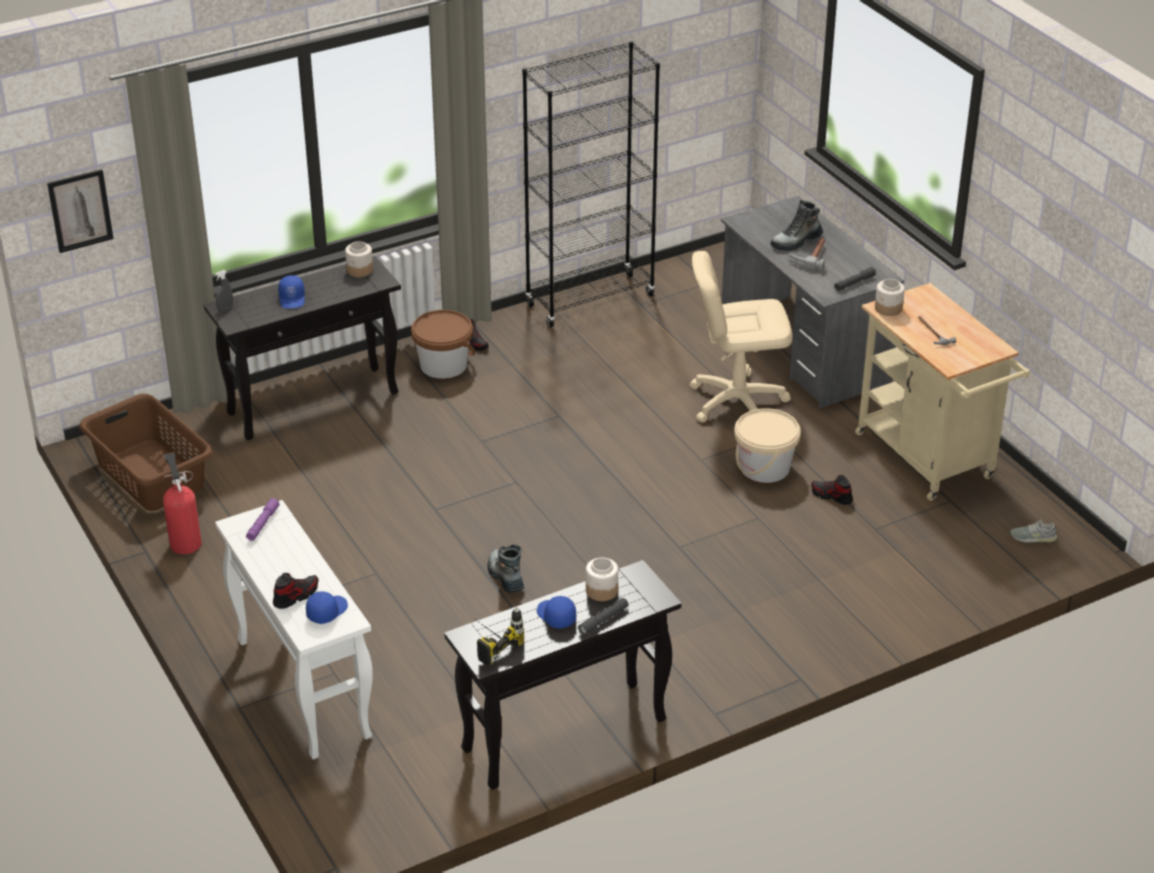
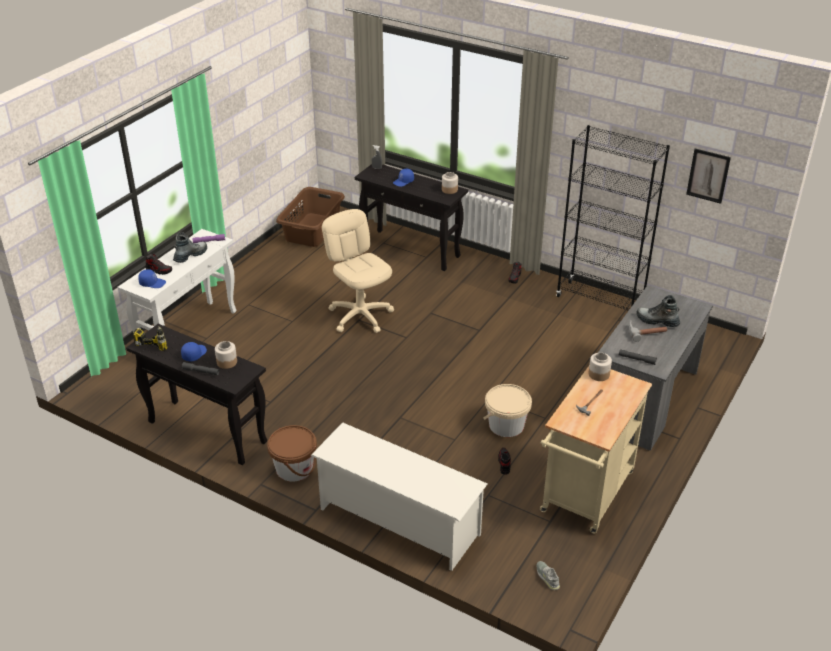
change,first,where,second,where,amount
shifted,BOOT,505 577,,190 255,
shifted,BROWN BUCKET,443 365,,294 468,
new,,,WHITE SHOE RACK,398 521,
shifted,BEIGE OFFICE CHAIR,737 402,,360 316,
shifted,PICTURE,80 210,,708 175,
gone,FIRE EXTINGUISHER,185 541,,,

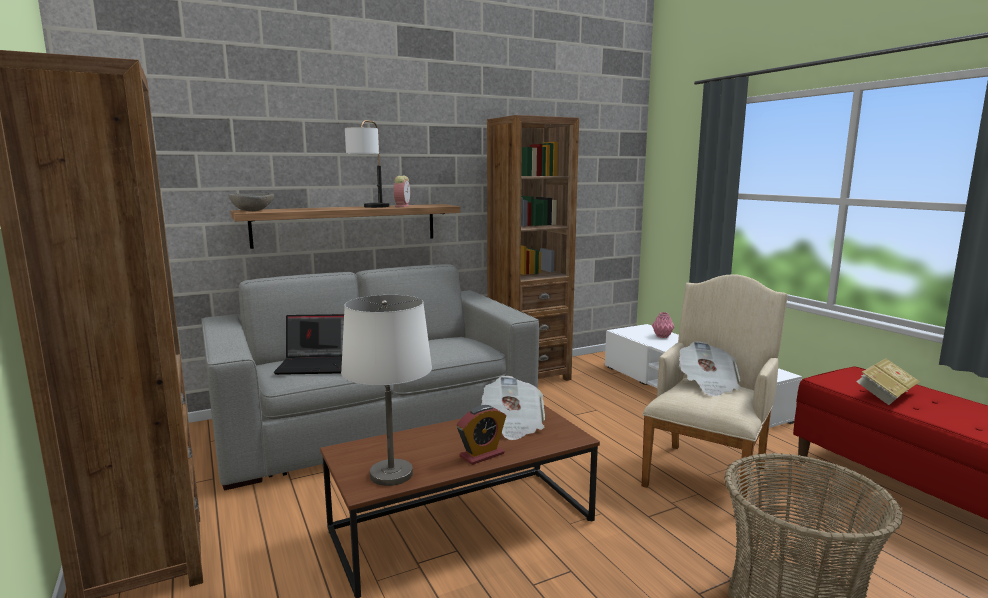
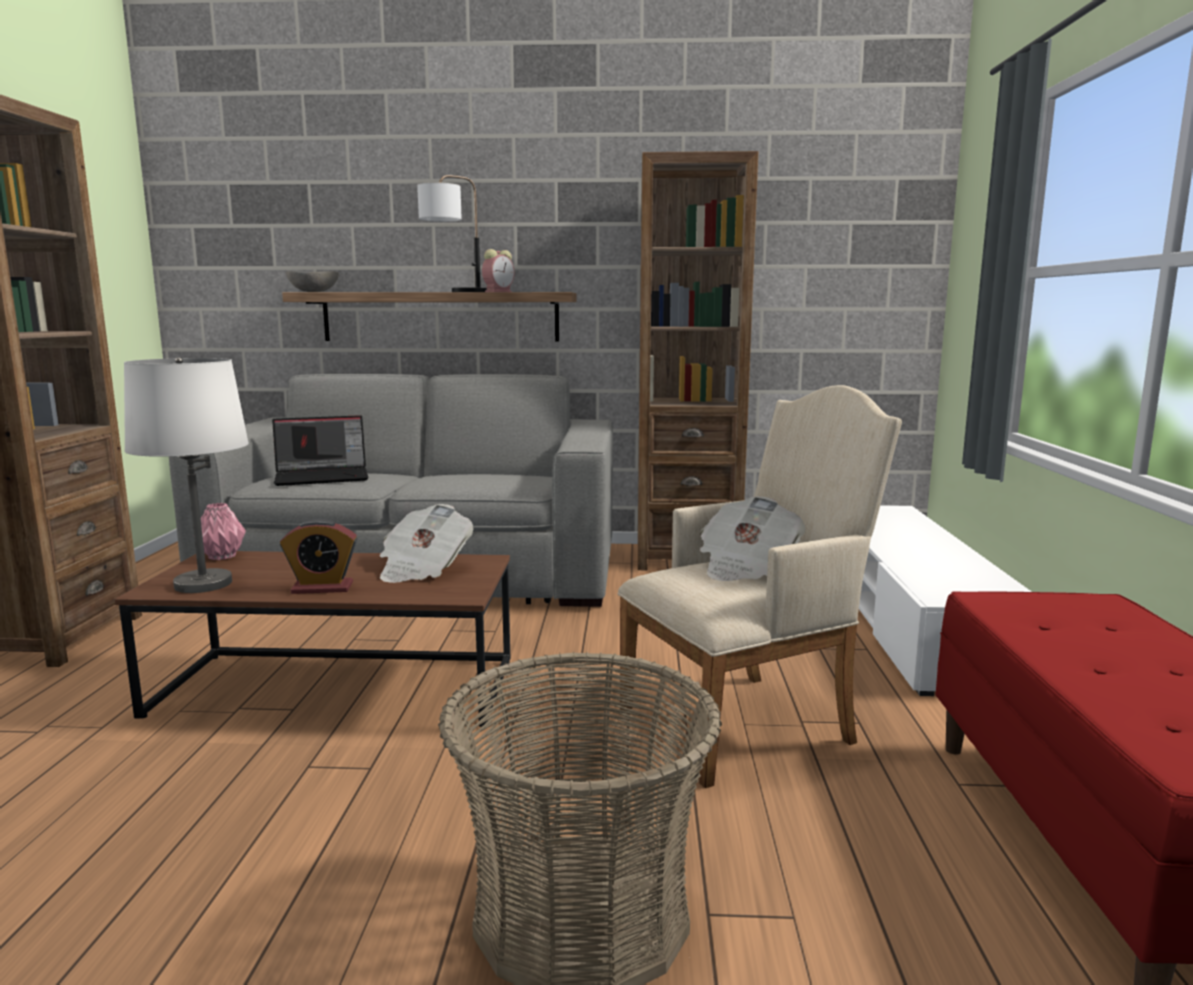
change,first,where,second,where,amount
shifted,PINK VASE,662 336,,222 556,
rotated,LAPTOP,319 365,,323 477,45 degrees counterclockwise
gone,BOOK,885 395,,,

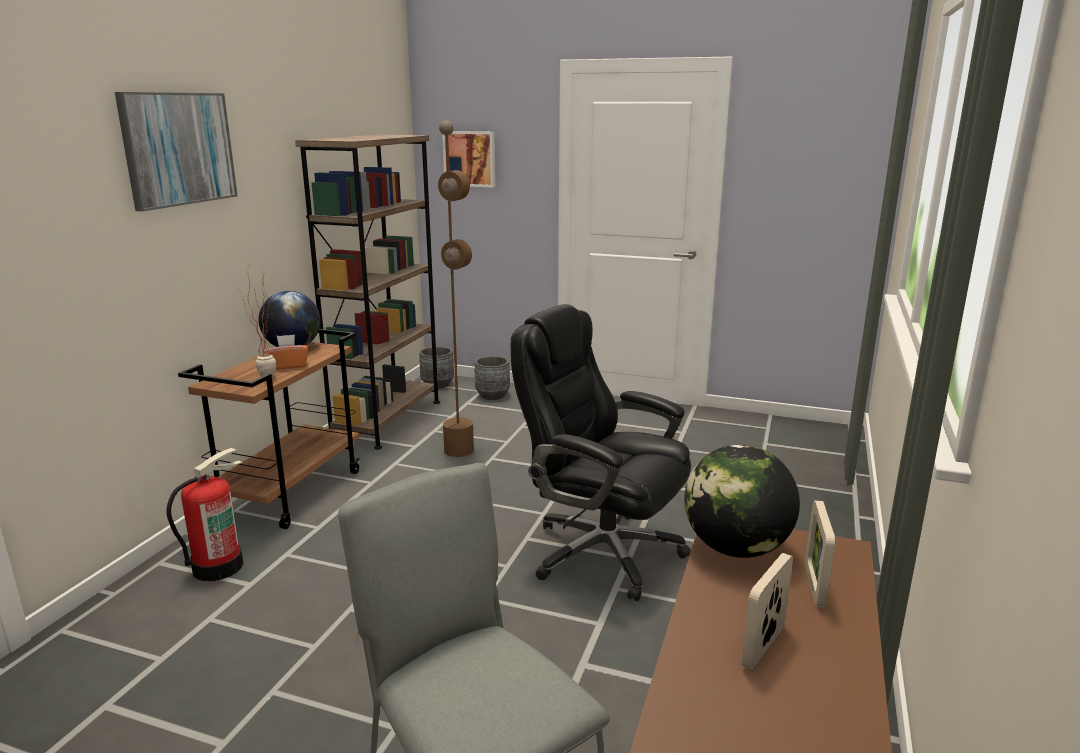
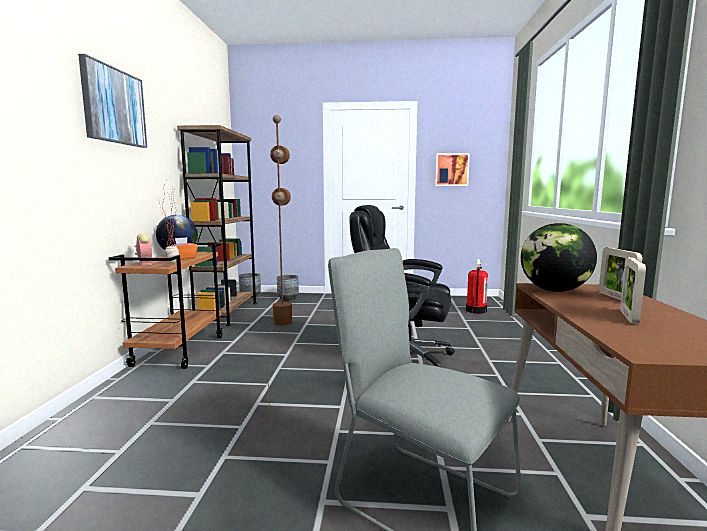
change,first,where,second,where,amount
new,,,ALARM CLOCK,144 263,
shifted,PICTURE,470 158,,451 169,
shifted,FIRE EXTINGUISHER,217 566,,475 310,

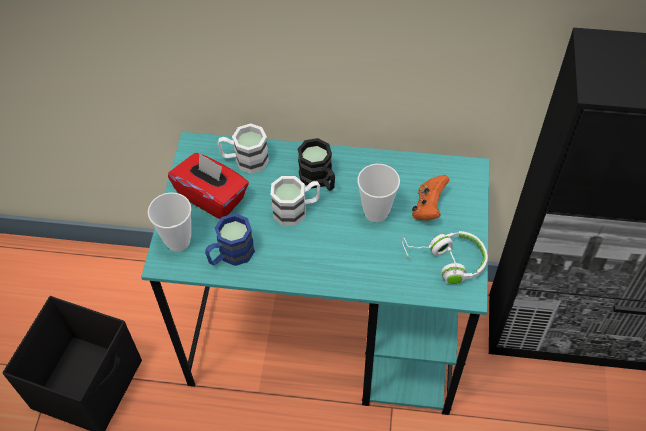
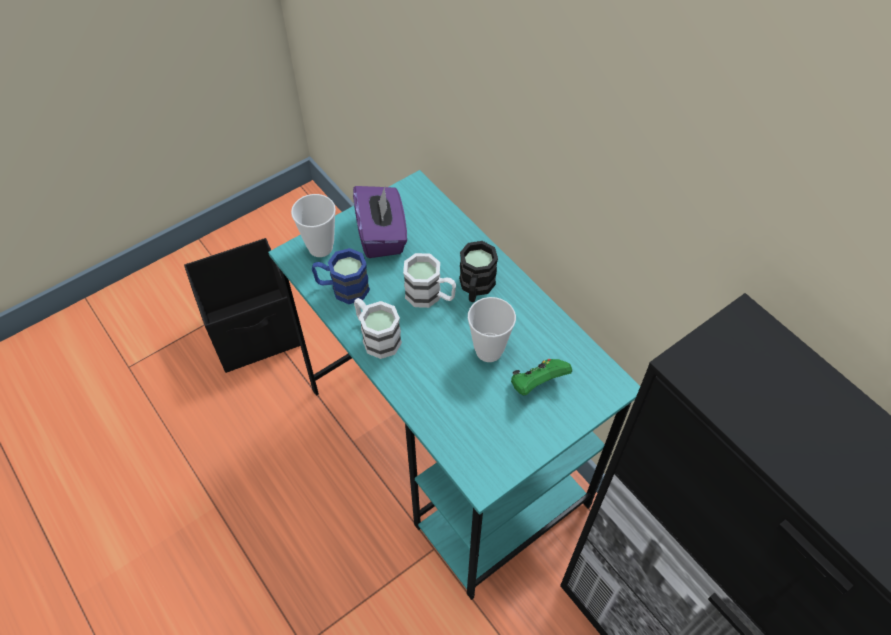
change,first,where,second,where,amount
repainted,RED TISSUE BOX,212 197,PURPLE TISSUE BOX,382 235,
shifted,WHITE MUG,244 160,,376 336,
repainted,ORANGE GAME CONTROLLER,428 207,GREEN GAME CONTROLLER,537 384,
gone,WHITE HEADPHONES,446 261,,,

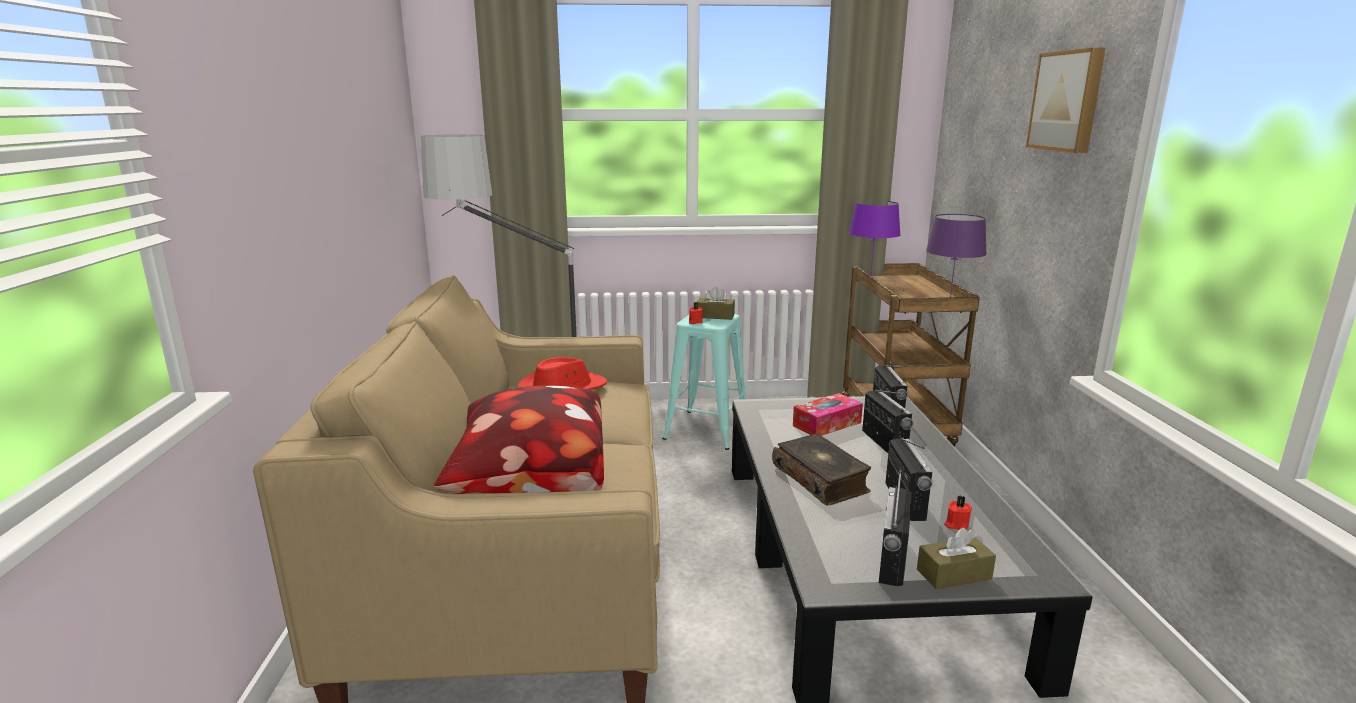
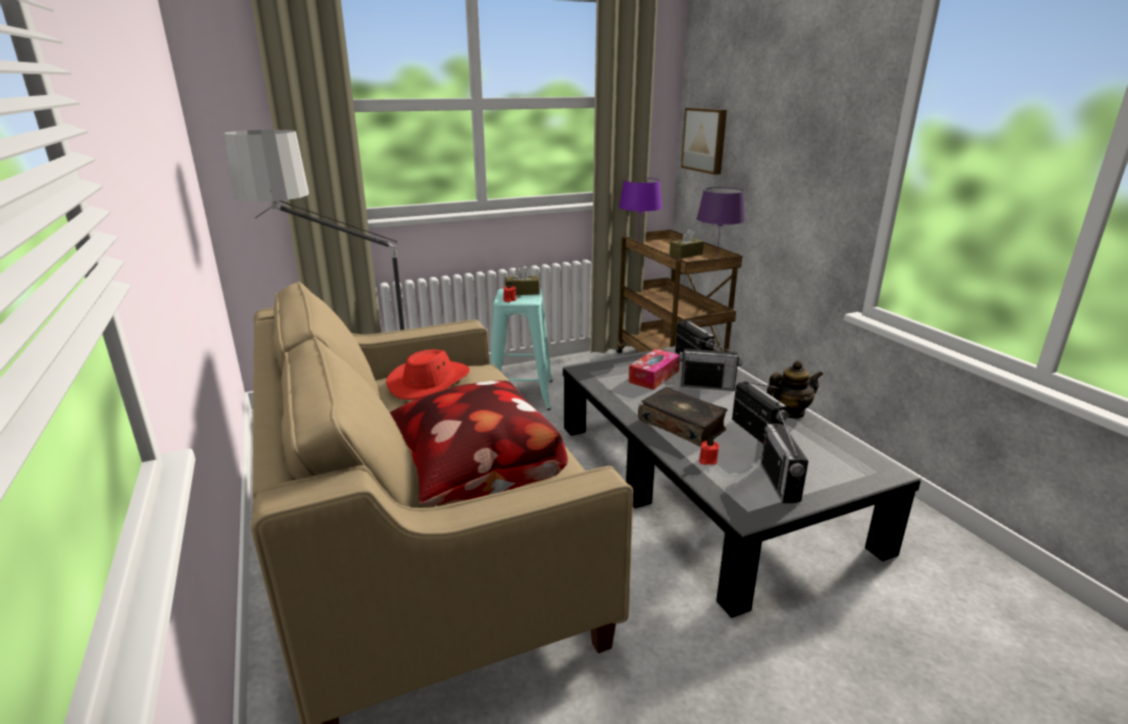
change,first,where,second,where,amount
shifted,BROWN TISSUE BOX,954 574,,686 254,
rotated,RADIO,884 443,,707 386,135 degrees clockwise
shifted,PICTURE,1068 101,,705 140,
shifted,RED CANDLE,956 524,,707 460,
new,,,TEAPOT,789 413,

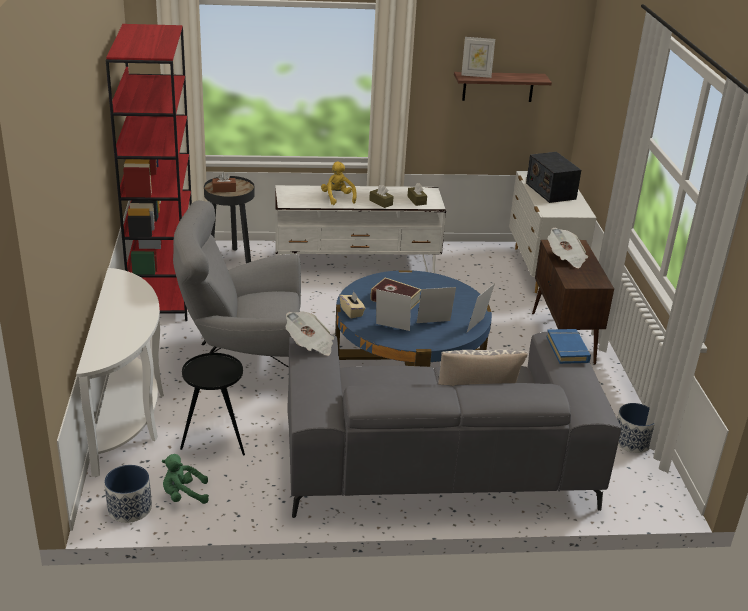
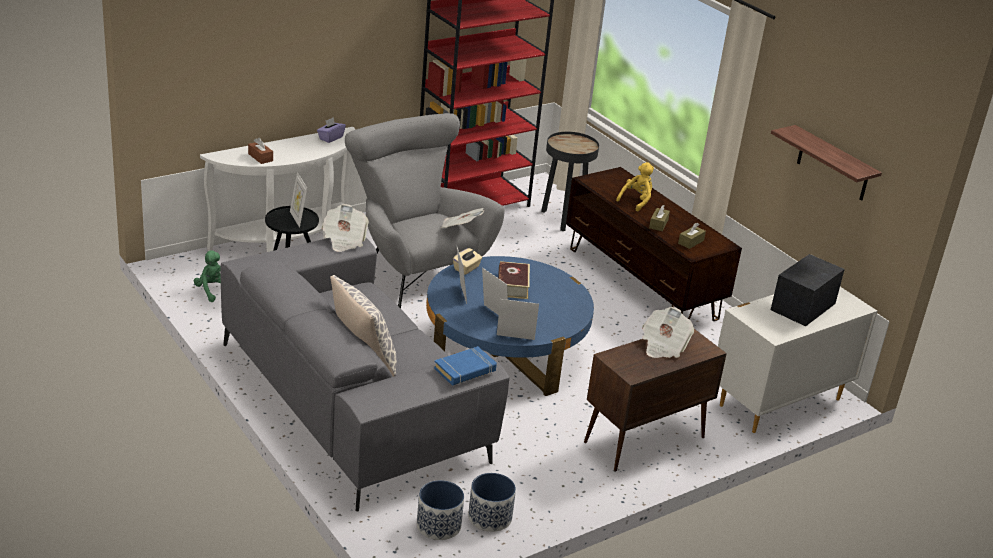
change,first,where,second,where,amount
shifted,BROWN TISSUE BOX,224 189,,260 157,
shifted,PICTURE FRAME,476 75,,298 219,
new,,,PURPLE TISSUE BOX,330 138,
shifted,PLANTER,129 508,,438 525,
new,,,NEWSPAPER,460 228,
repainted,WHITE TV STAND,356 263,BROWN TV STAND,641 283,

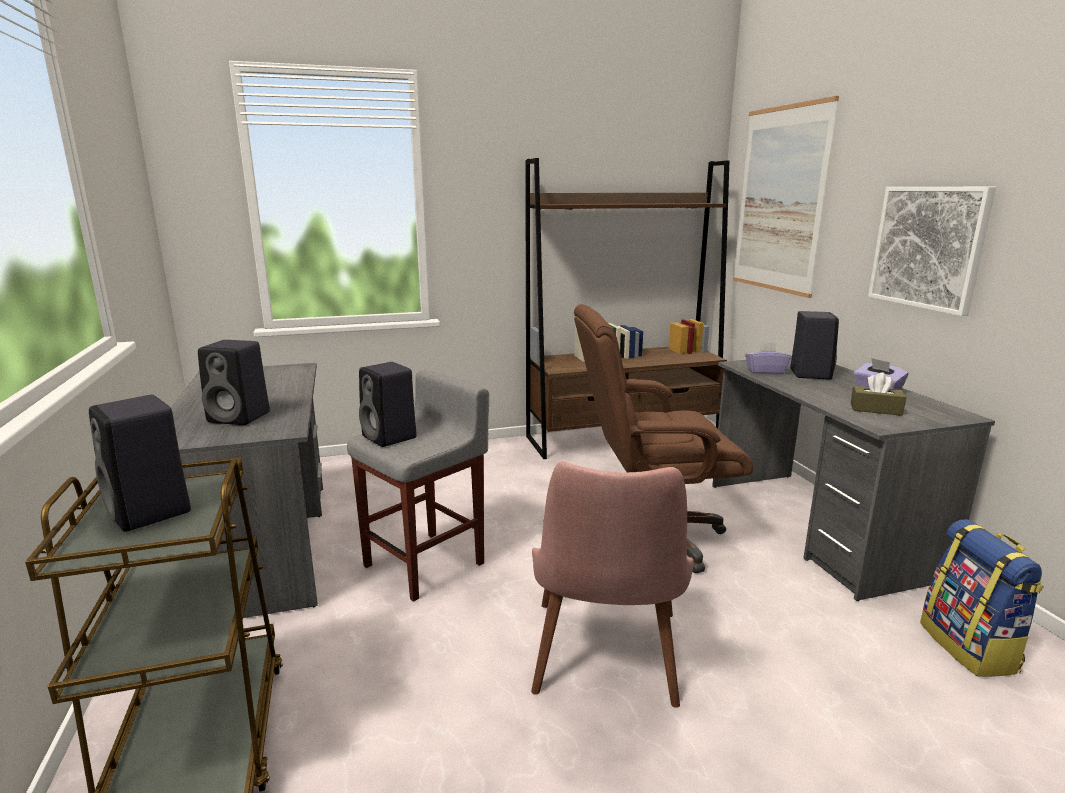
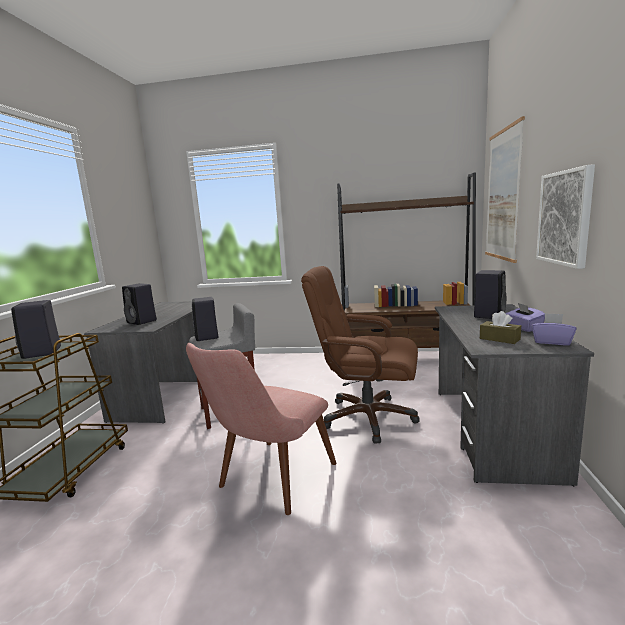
change,first,where,second,where,amount
shifted,PURPLE TISSUE BOX,765 371,,551 342,
gone,BACKPACK,970 647,,,

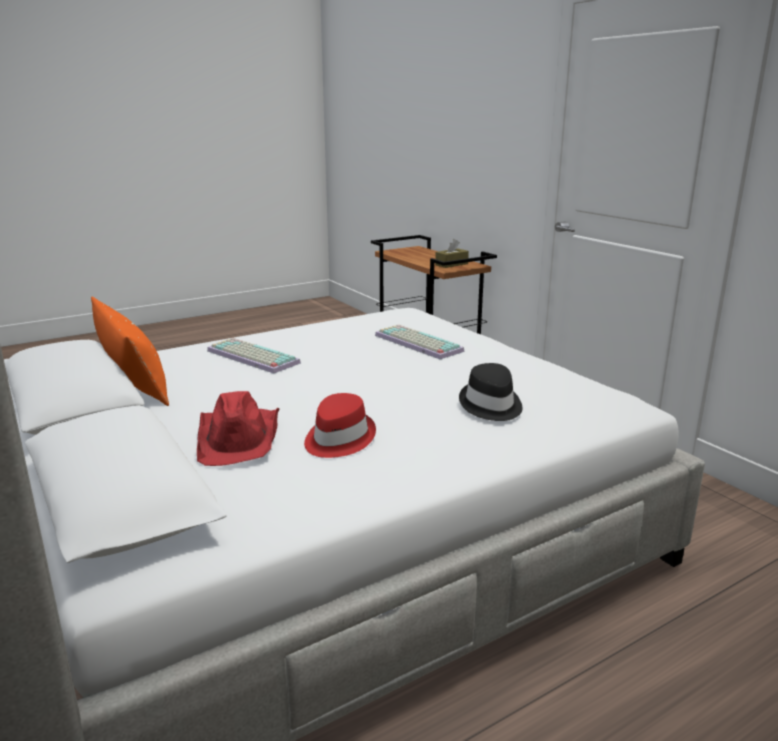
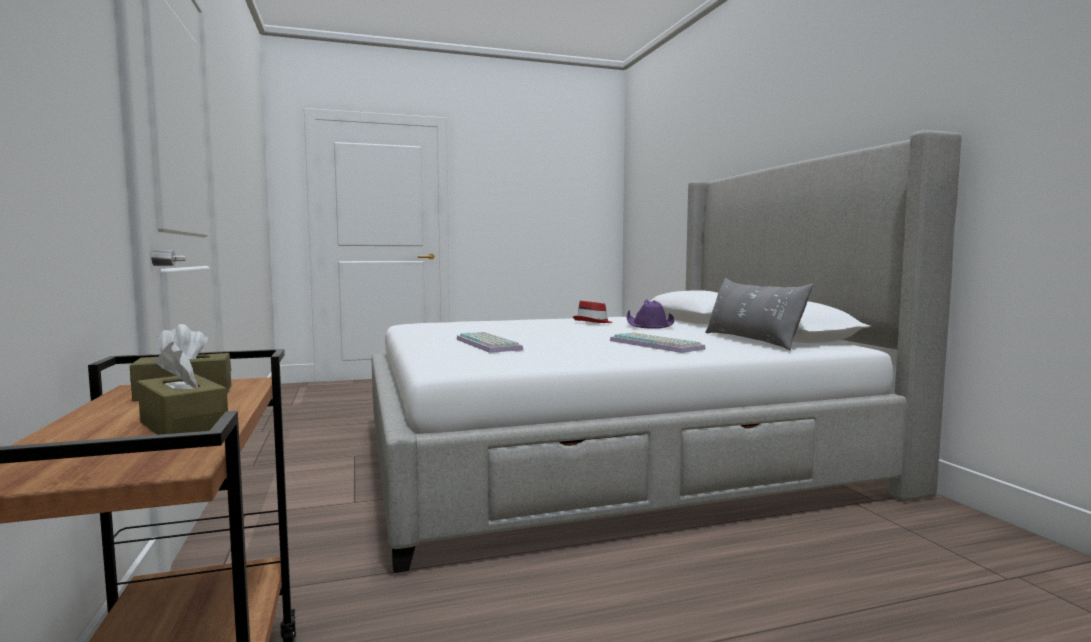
change,first,where,second,where,amount
new,,,BROWN TISSUE BOX,183 427,
repainted,RED HAT,240 437,PURPLE HAT,649 325,
repainted,ORANGE PILLOW,133 380,GREY PILLOW,751 341,
gone,BLACK HAT,490 405,,,

